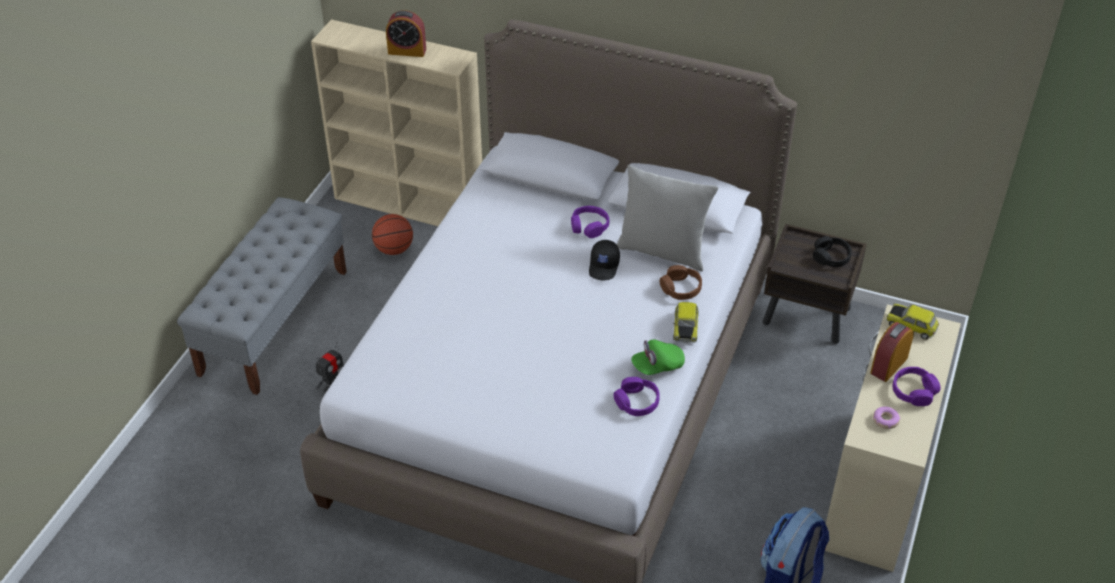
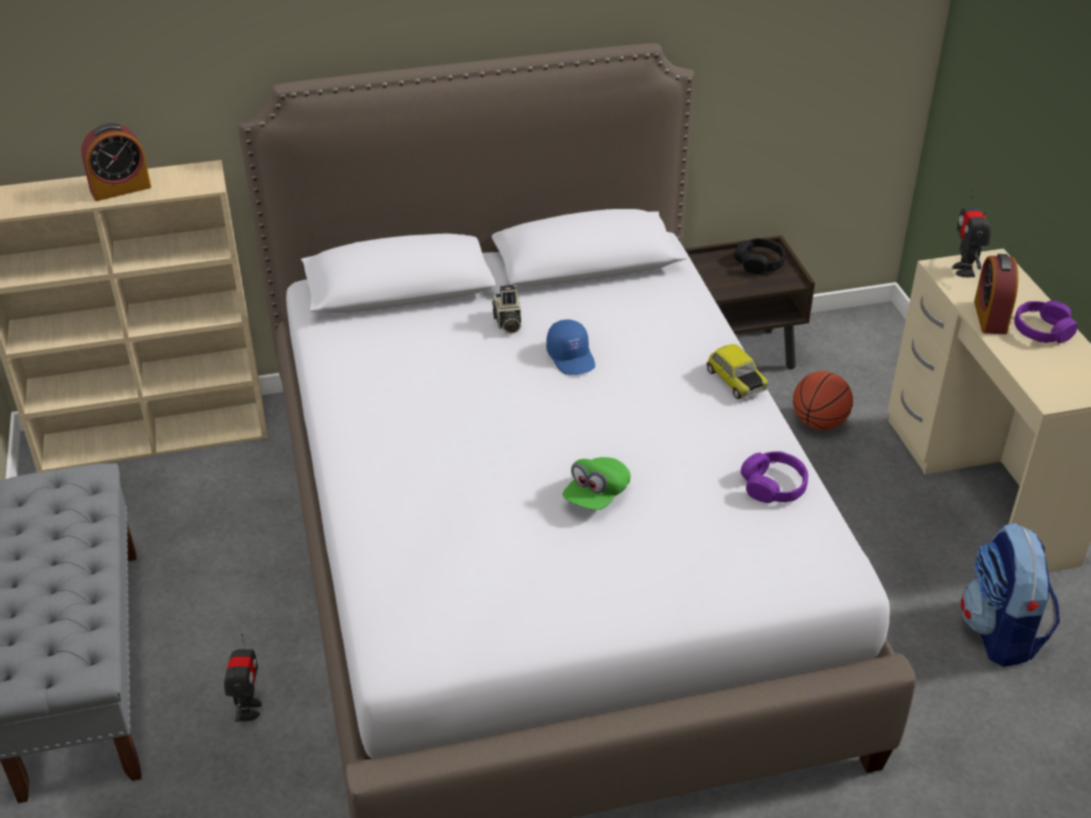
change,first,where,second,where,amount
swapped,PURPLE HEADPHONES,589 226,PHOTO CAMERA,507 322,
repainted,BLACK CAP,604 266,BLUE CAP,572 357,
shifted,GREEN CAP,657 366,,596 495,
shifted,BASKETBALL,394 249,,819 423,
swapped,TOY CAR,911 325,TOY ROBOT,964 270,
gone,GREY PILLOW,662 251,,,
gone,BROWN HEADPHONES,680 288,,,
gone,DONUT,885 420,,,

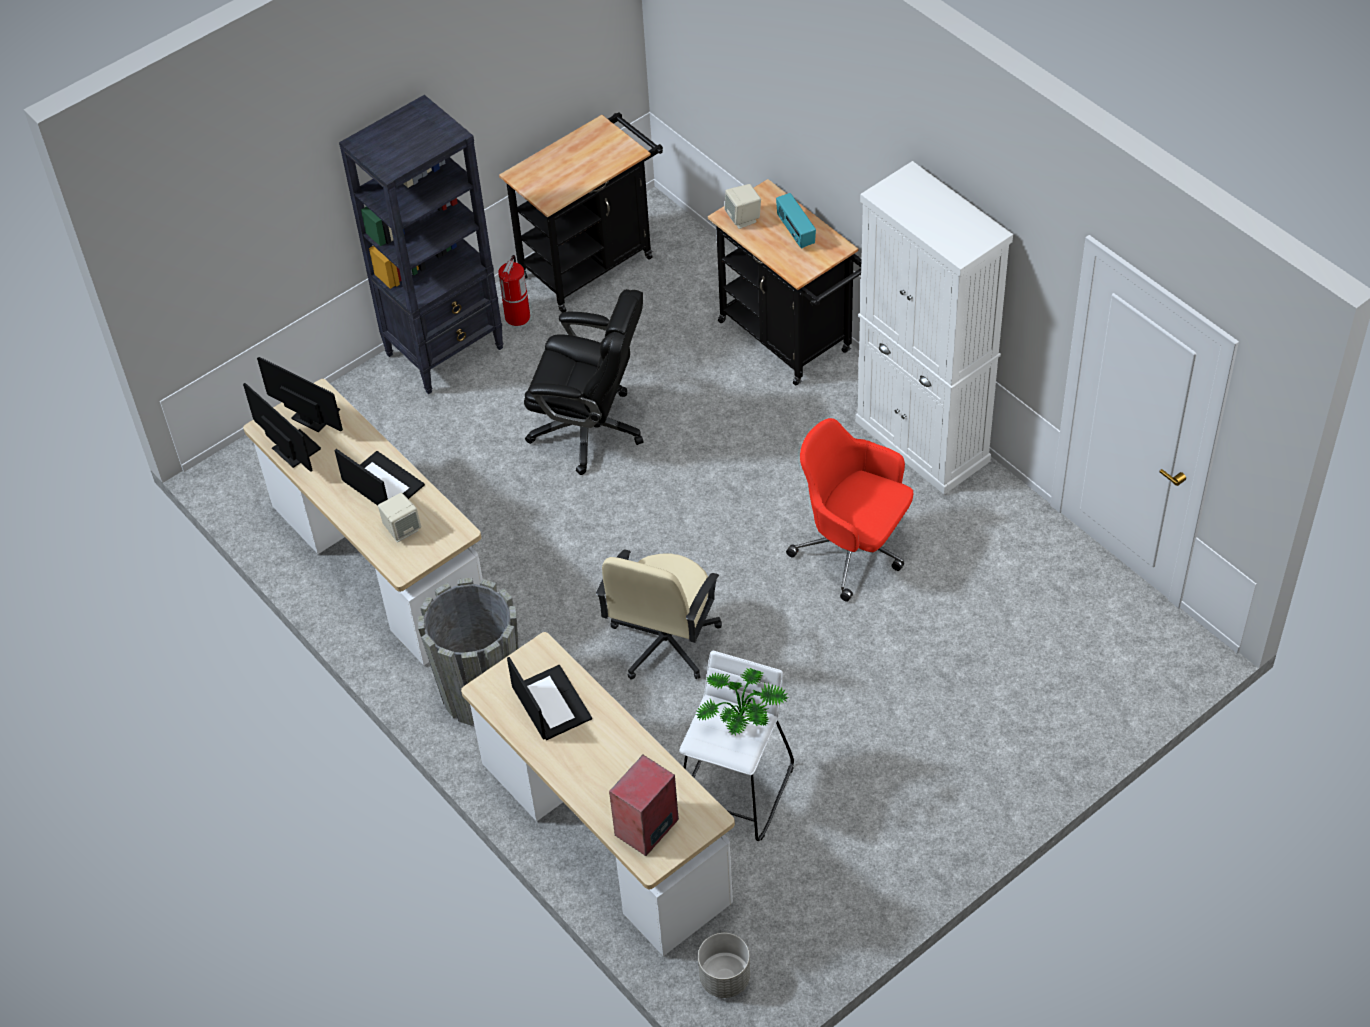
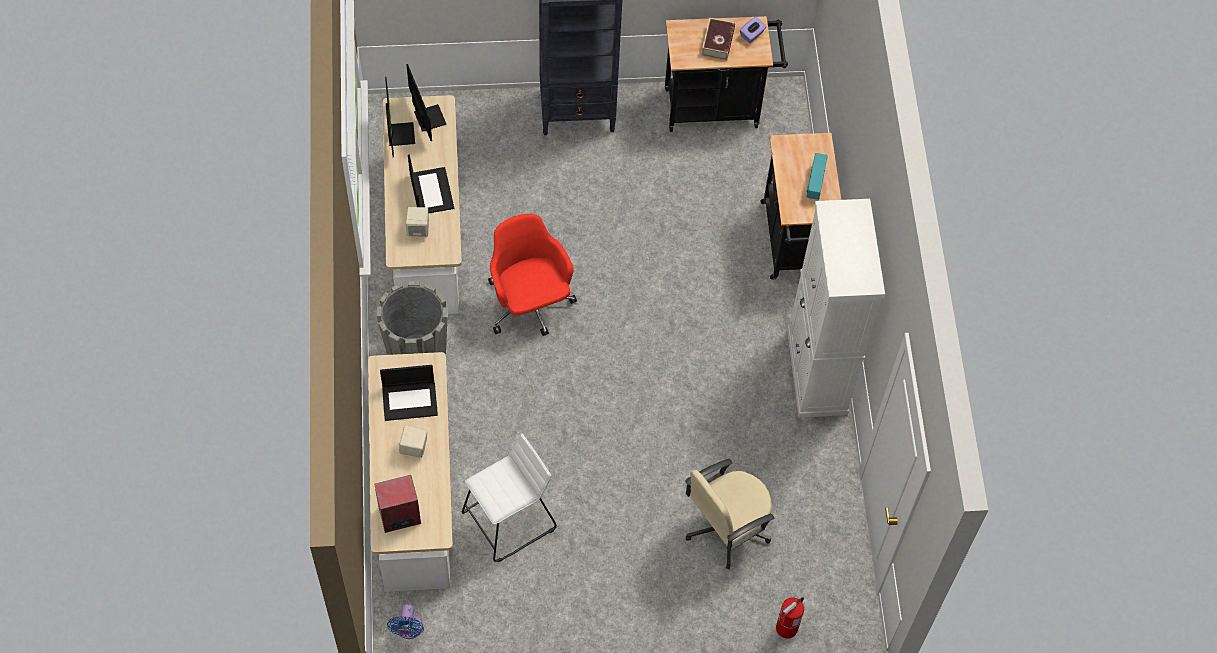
change,first,where,second,where,amount
rotated,LAPTOP,550 703,,410 400,75 degrees clockwise
swapped,GREY PLANTER,725 978,BLUE FAN,408 629,
shifted,BEIGE SPEAKER,743 218,,414 449,
shifted,RED OFFICE CHAIR,853 549,,529 304,
shifted,BEIGE OFFICE CHAIR,664 642,,725 528,
new,,,BOOK,718 42,
new,,,PURPLE TISSUE BOX,752 35,
shifted,FIRE EXTINGUISHER,517 317,,786 628,
gone,BLACK OFFICE CHAIR,590 429,,,
gone,POTTED PLANT,742 720,,,

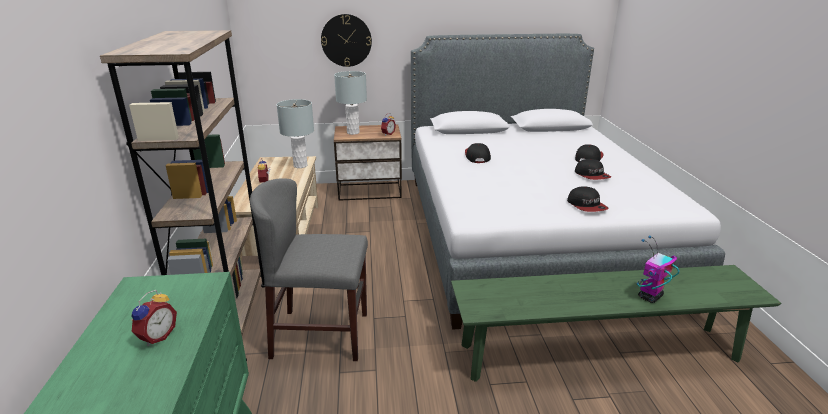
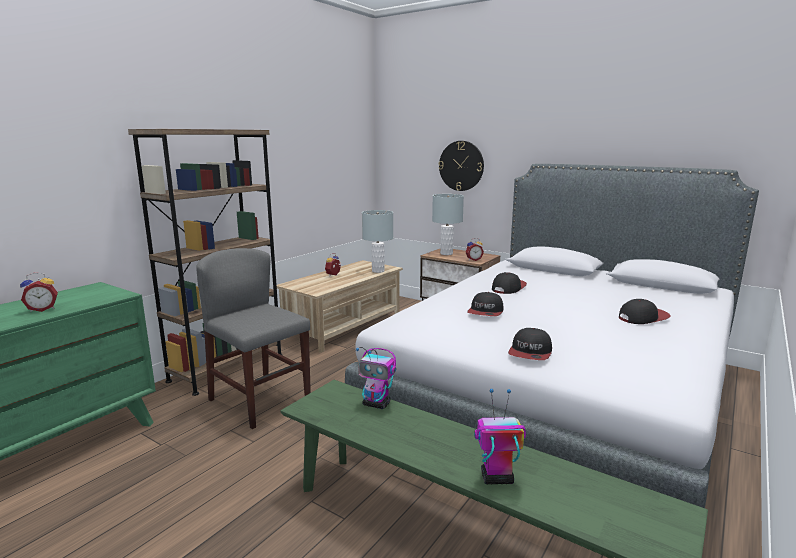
change,first,where,second,where,amount
new,,,TOY ROBOT,377 404,
shifted,CAP,592 175,,486 312,

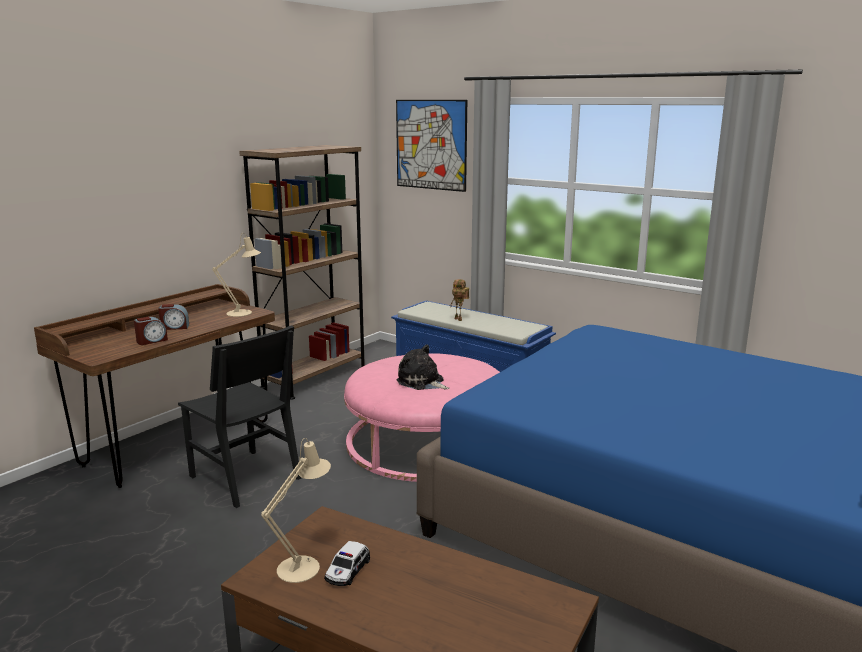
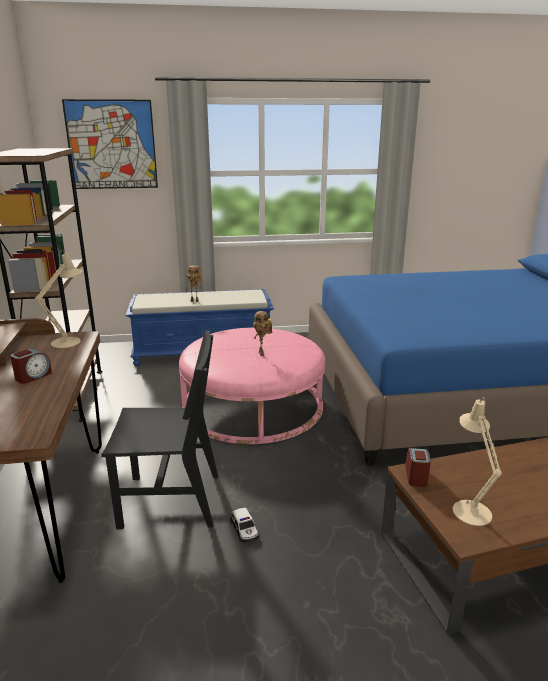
change,first,where,second,where,amount
shifted,TOY CAR,347 571,,244 529,
swapped,PLUSH TOY,422 382,TOY ROBOT,262 354,
shifted,ALARM CLOCK,151 341,,416 476,

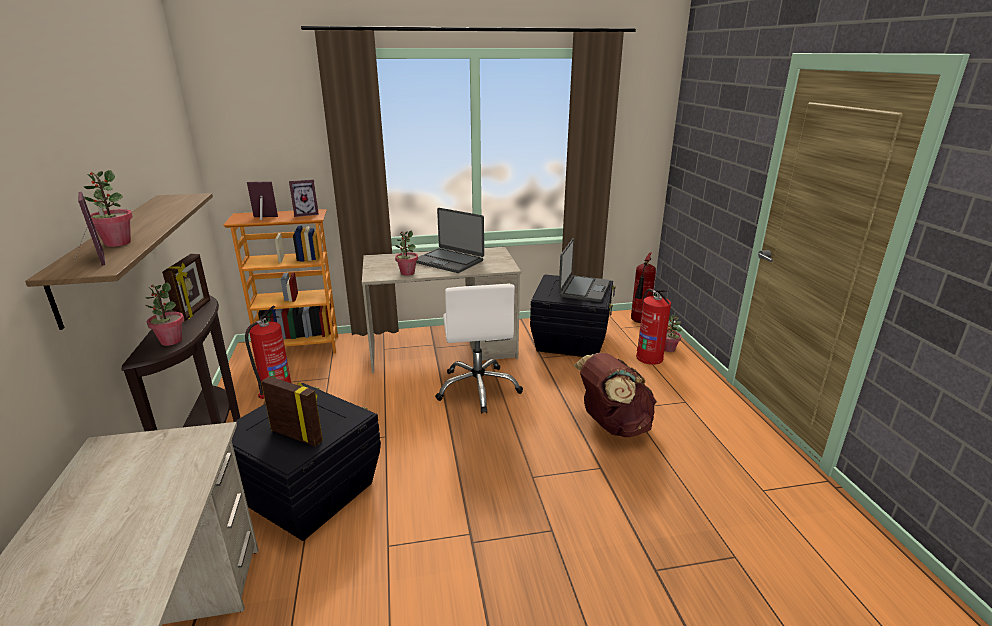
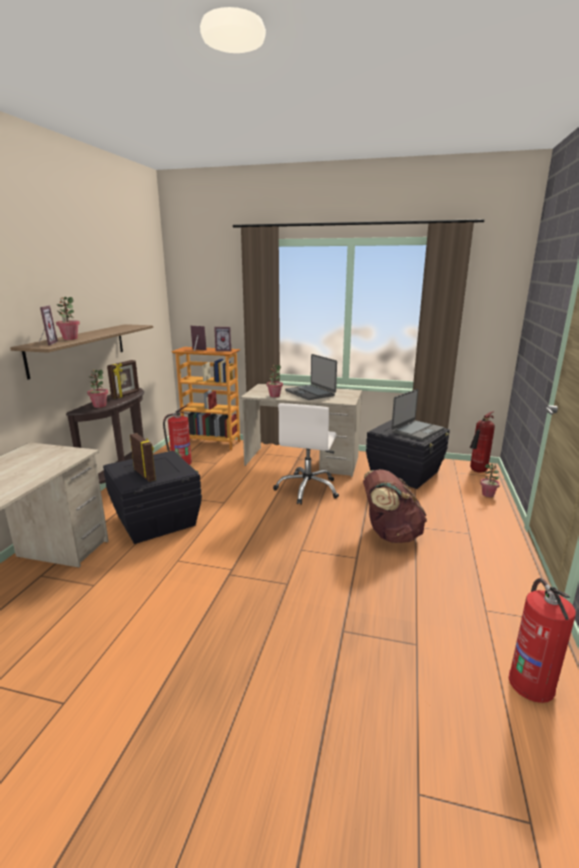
change,first,where,second,where,amount
shifted,FIRE EXTINGUISHER,649 357,,530 683,

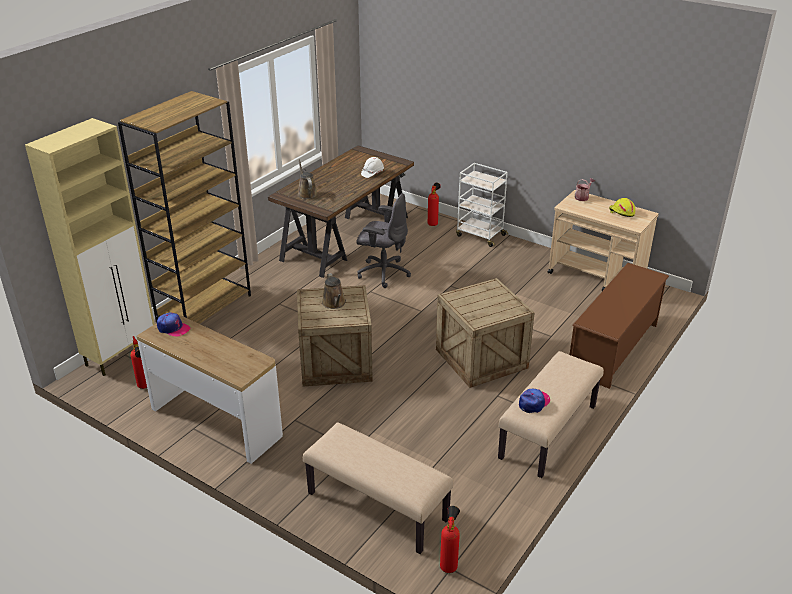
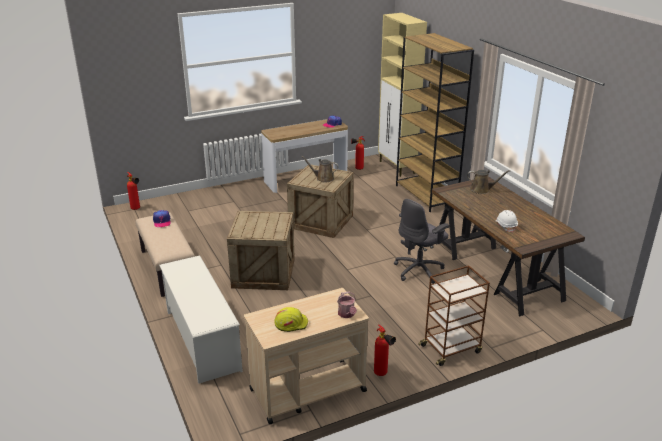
change,first,where,second,where,amount
repainted,BROWN SHOE RACK,613 348,WHITE SHOE RACK,202 340,
shifted,FIRE EXTINGUISHER,433 223,,382 374,
repainted,WHITE CART,480 235,BROWN CART,451 348,
gone,BEIGE BENCH,376 507,,,

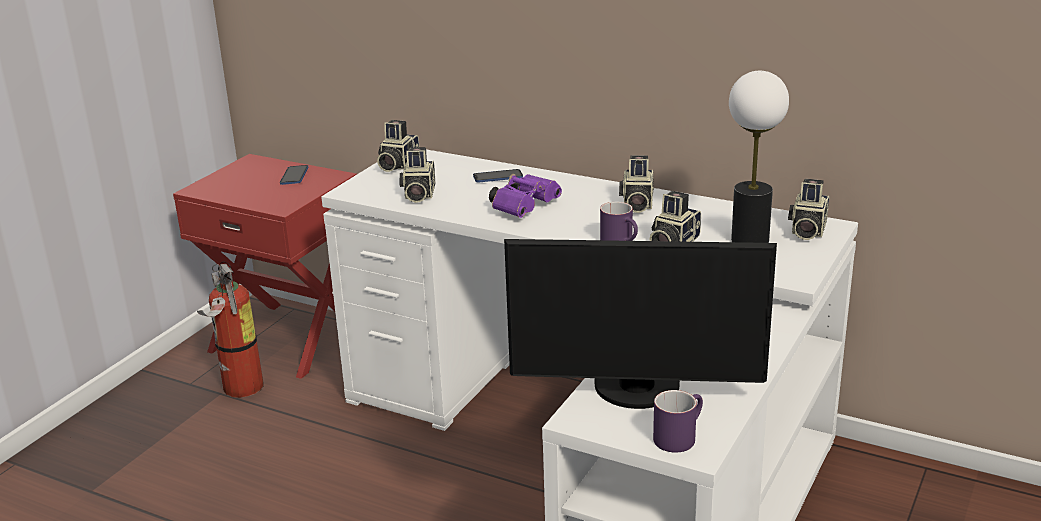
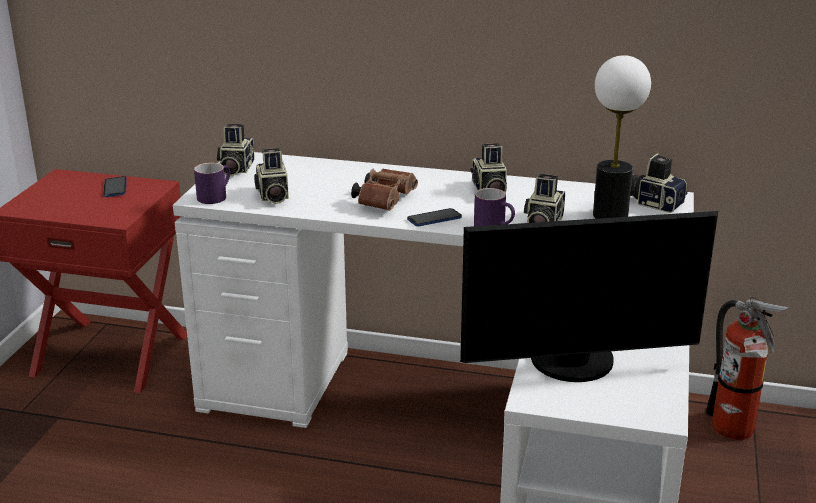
change,first,where,second,where,amount
shifted,PURPLE MUG,678 436,,215 196,
repainted,PURPLE BINOCULARS,525 207,BROWN BINOCULARS,385 200,
shifted,PHONE,498 177,,434 219,
rotated,PHOTO CAMERA,806 230,,654 203,120 degrees clockwise
shifted,FIRE EXTINGUISHER,240 390,,734 431,

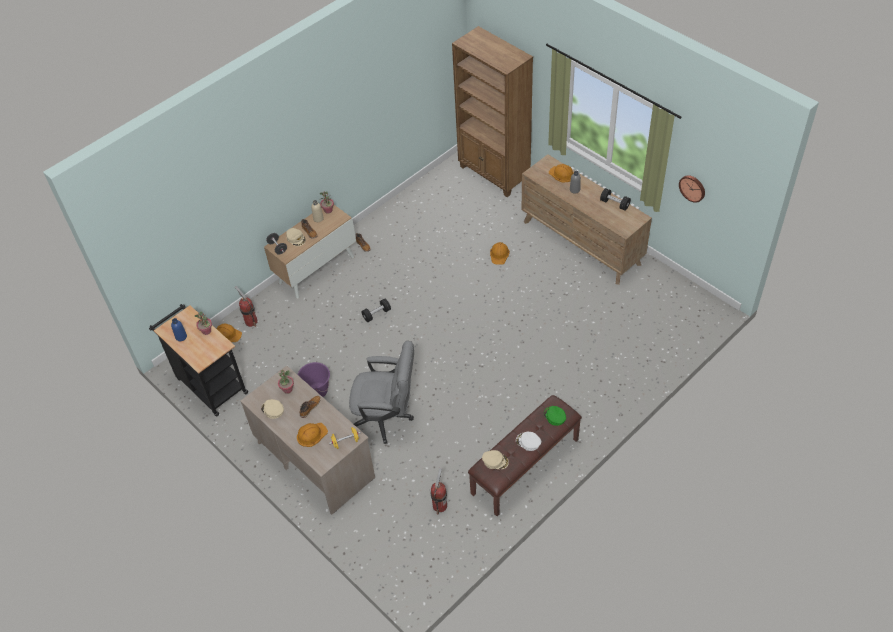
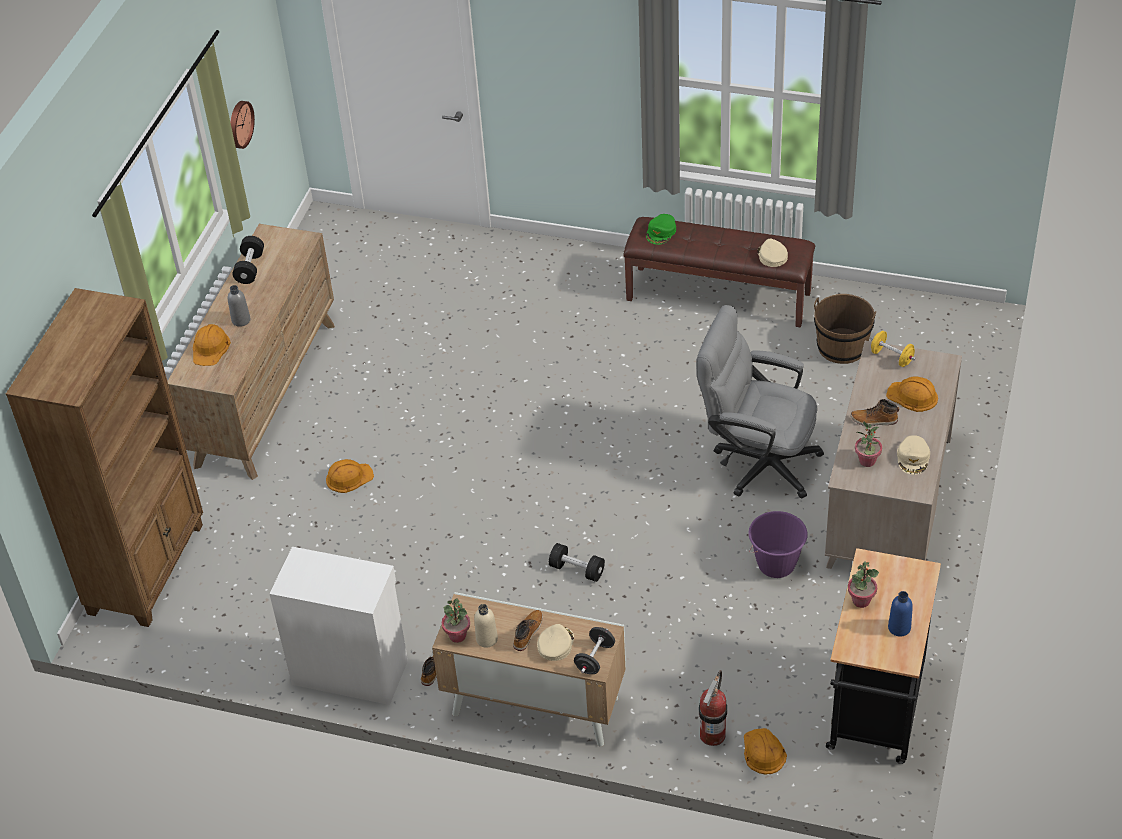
change,first,where,second,where,amount
new,,,WHITE CABINET,349 671,
rotated,GREY OFFICE CHAIR,387 418,,757 461,45 degrees counterclockwise
swapped,FIRE EXTINGUISHER,440 505,BROWN BUCKET,842 347,
gone,WHITE CAP,528 442,,,

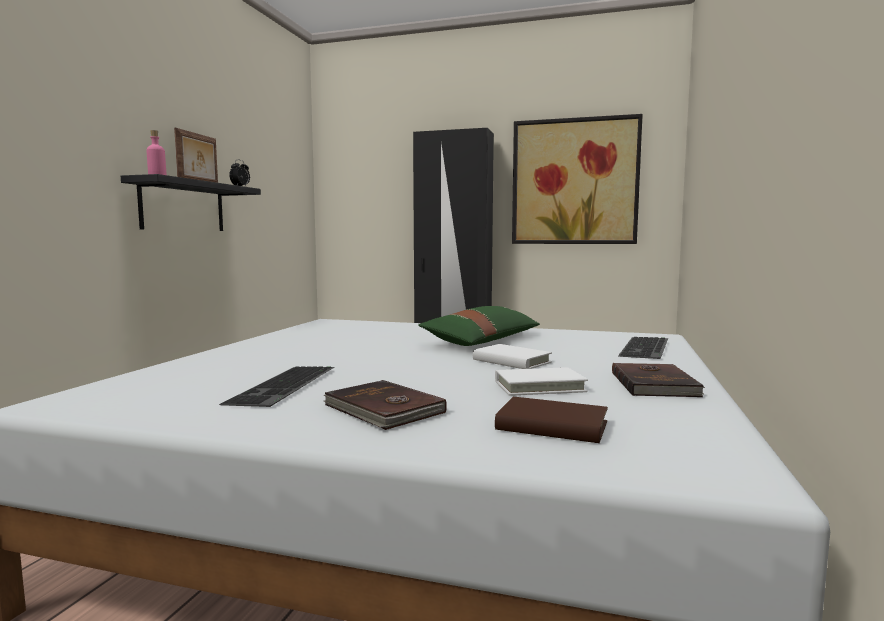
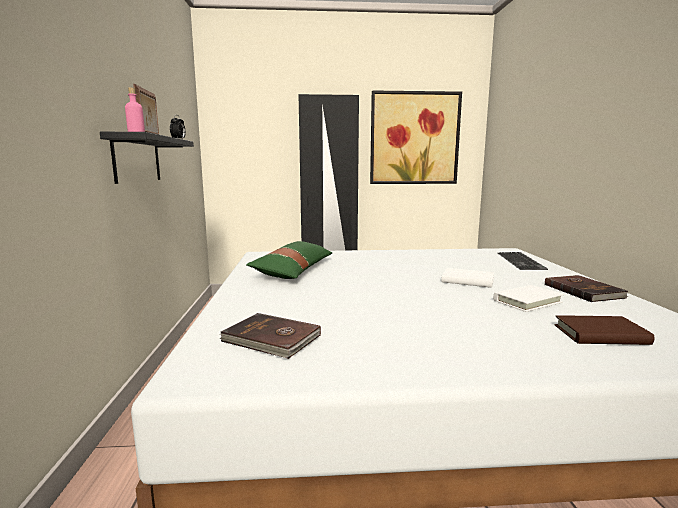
change,first,where,second,where,amount
shifted,BROWN BOOK,383 409,,271 339,
shifted,GREEN PILLOW,482 340,,293 270,
gone,KEYBOARD,285 386,,,

